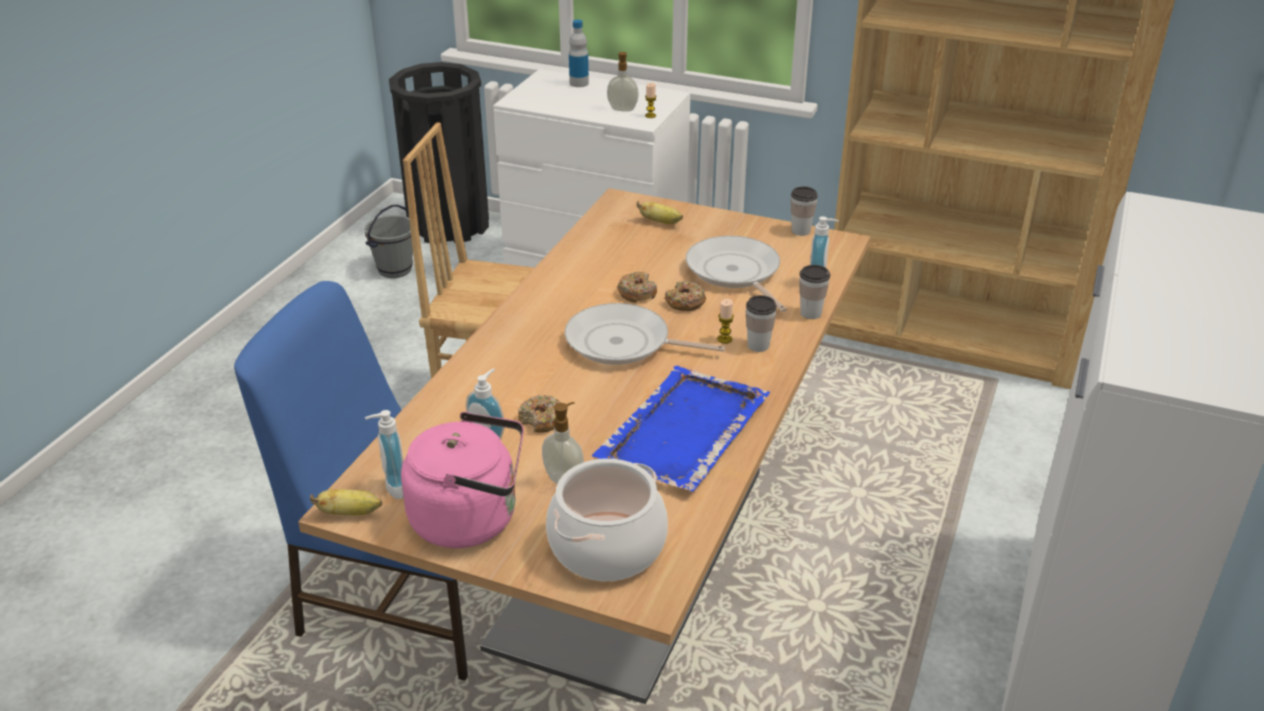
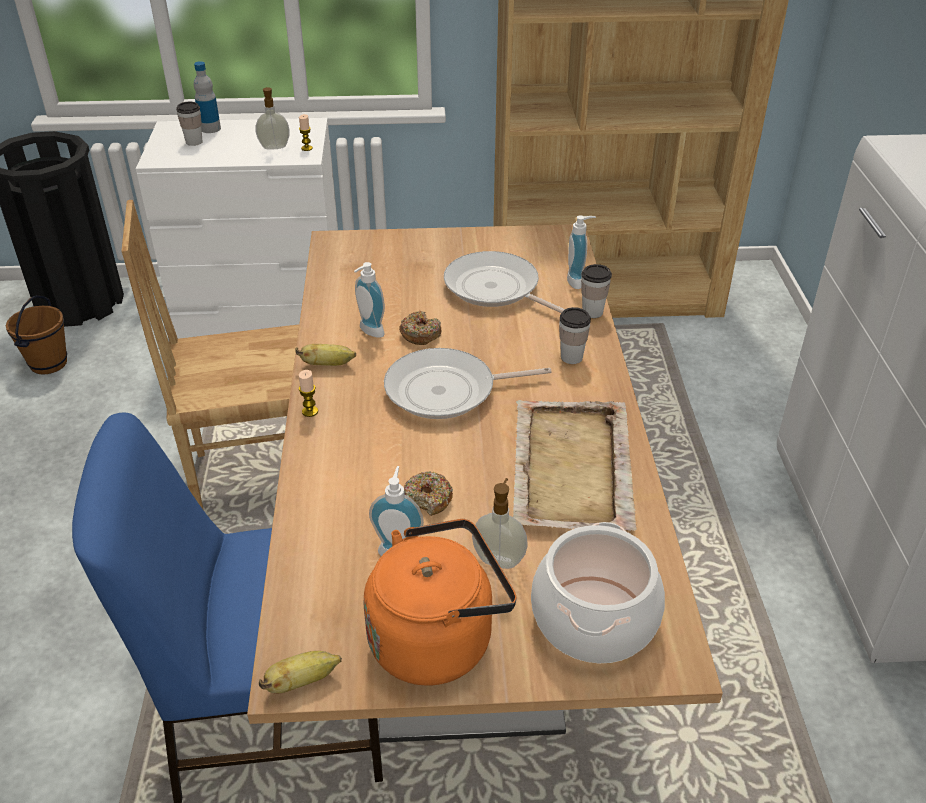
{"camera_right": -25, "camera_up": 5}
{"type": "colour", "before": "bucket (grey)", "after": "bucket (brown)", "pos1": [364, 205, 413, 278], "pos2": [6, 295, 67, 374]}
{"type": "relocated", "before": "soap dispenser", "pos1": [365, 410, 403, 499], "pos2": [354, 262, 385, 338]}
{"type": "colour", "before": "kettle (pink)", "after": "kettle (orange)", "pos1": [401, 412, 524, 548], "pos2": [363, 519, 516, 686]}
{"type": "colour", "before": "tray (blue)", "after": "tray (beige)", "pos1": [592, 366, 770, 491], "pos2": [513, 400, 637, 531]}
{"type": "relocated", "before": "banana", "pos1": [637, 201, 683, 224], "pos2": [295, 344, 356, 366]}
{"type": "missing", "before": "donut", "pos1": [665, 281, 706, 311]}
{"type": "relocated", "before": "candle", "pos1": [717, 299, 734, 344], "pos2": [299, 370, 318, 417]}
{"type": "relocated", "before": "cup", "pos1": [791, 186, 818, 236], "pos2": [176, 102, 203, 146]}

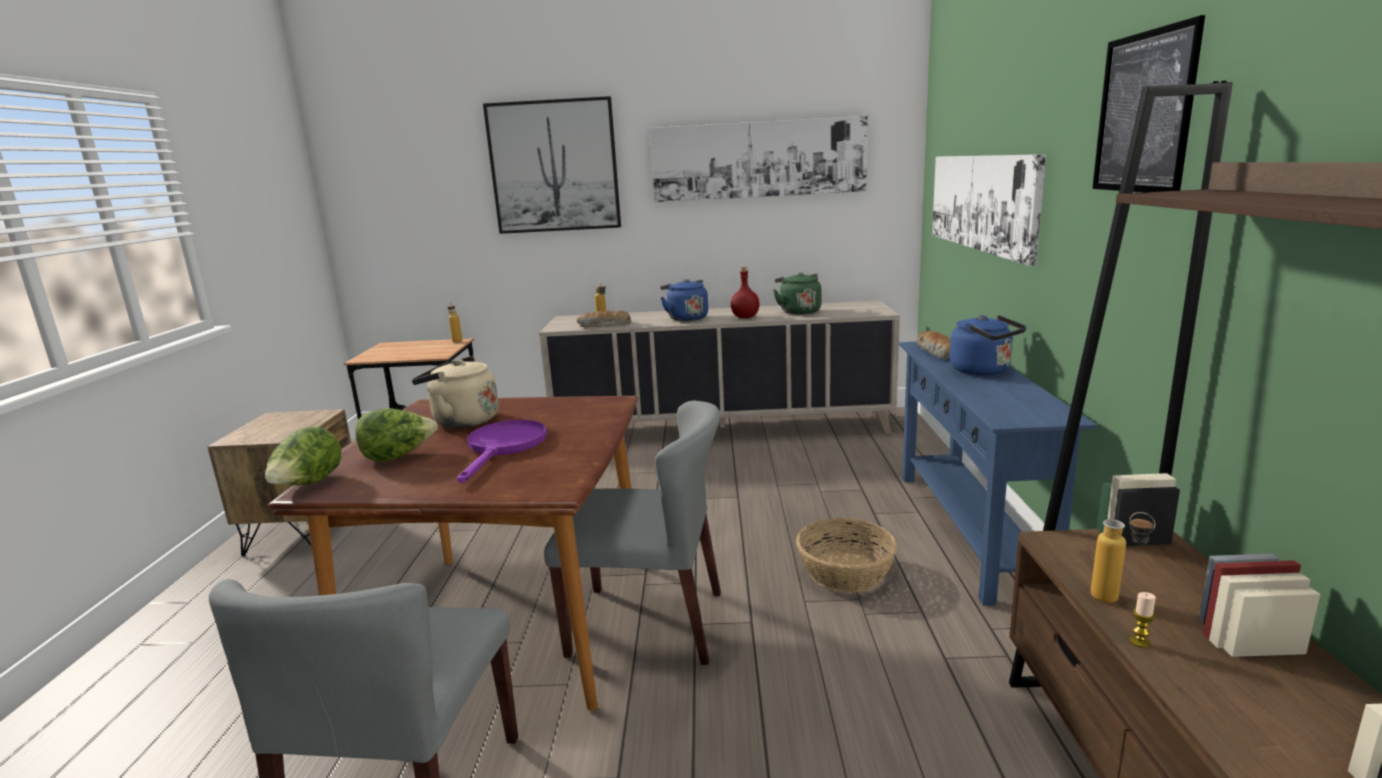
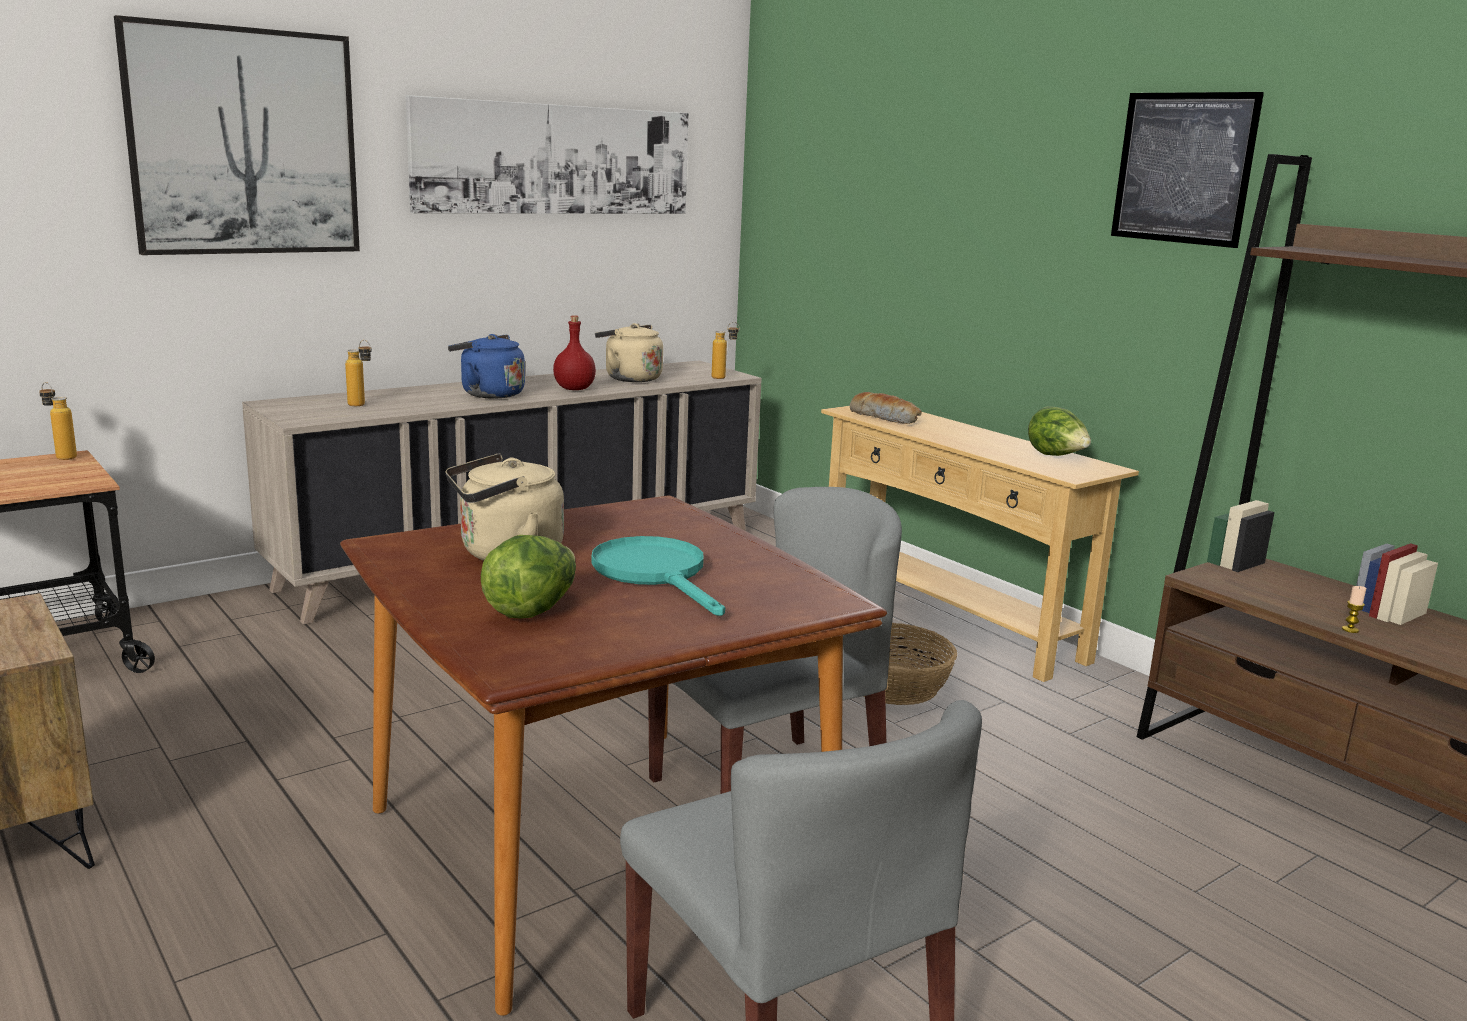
{"camera_right": -40, "camera_up": 0}
{"type": "relocated", "before": "lettuce", "pos1": [265, 426, 341, 485], "pos2": [1028, 406, 1091, 456]}
{"type": "colour", "before": "frying pan (purple)", "after": "frying pan (turquoise)", "pos1": [457, 420, 547, 483], "pos2": [591, 536, 725, 616]}
{"type": "missing", "before": "bread", "pos1": [576, 310, 631, 327]}
{"type": "colour", "before": "kettle (green)", "after": "kettle (beige)", "pos1": [773, 272, 821, 315], "pos2": [595, 323, 663, 382]}
{"type": "colour", "before": "console table (blue)", "after": "console table (beige)", "pos1": [899, 342, 1097, 606], "pos2": [821, 406, 1139, 682]}
{"type": "missing", "before": "picture", "pos1": [932, 154, 1046, 266]}
{"type": "missing", "before": "kettle (blue)", "pos1": [950, 315, 1026, 375]}
{"type": "relocated", "before": "bottle", "pos1": [1091, 512, 1155, 603], "pos2": [712, 322, 739, 379]}

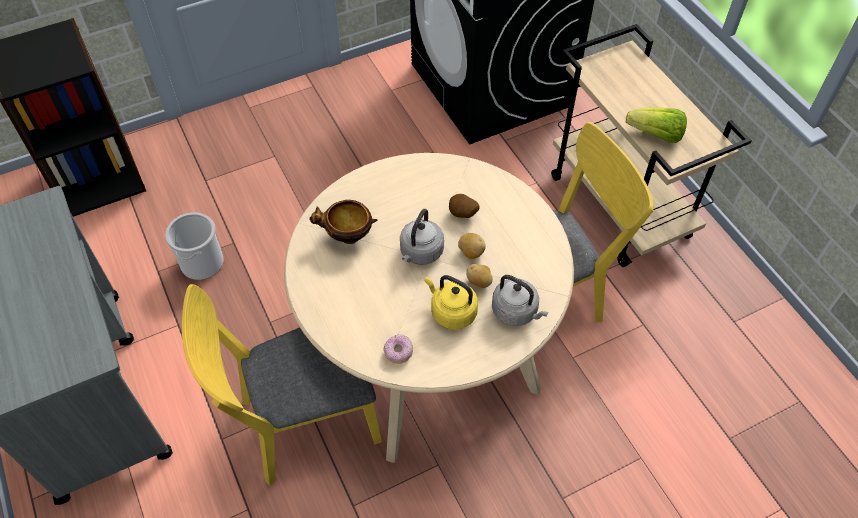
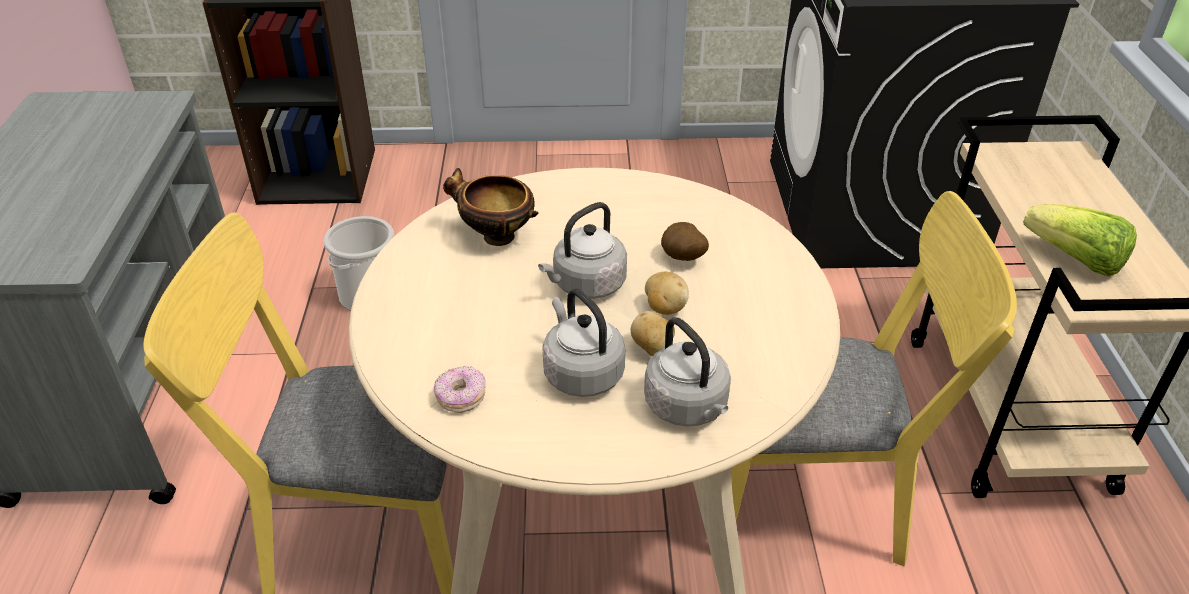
{"camera_right": 25, "camera_up": -15}
{"type": "colour", "before": "kettle (yellow)", "after": "kettle (grey)", "pos1": [425, 275, 478, 330], "pos2": [542, 289, 625, 397]}

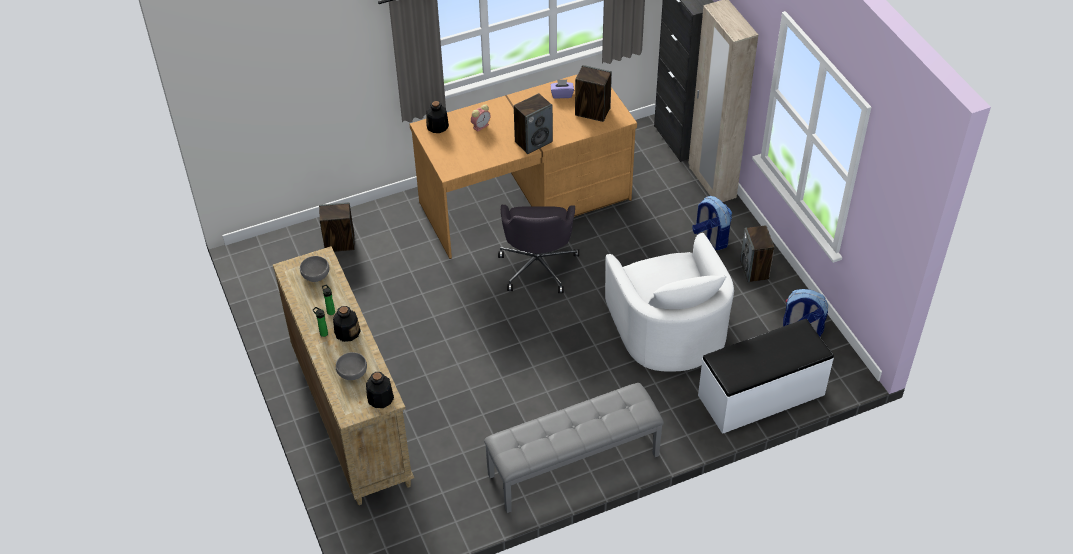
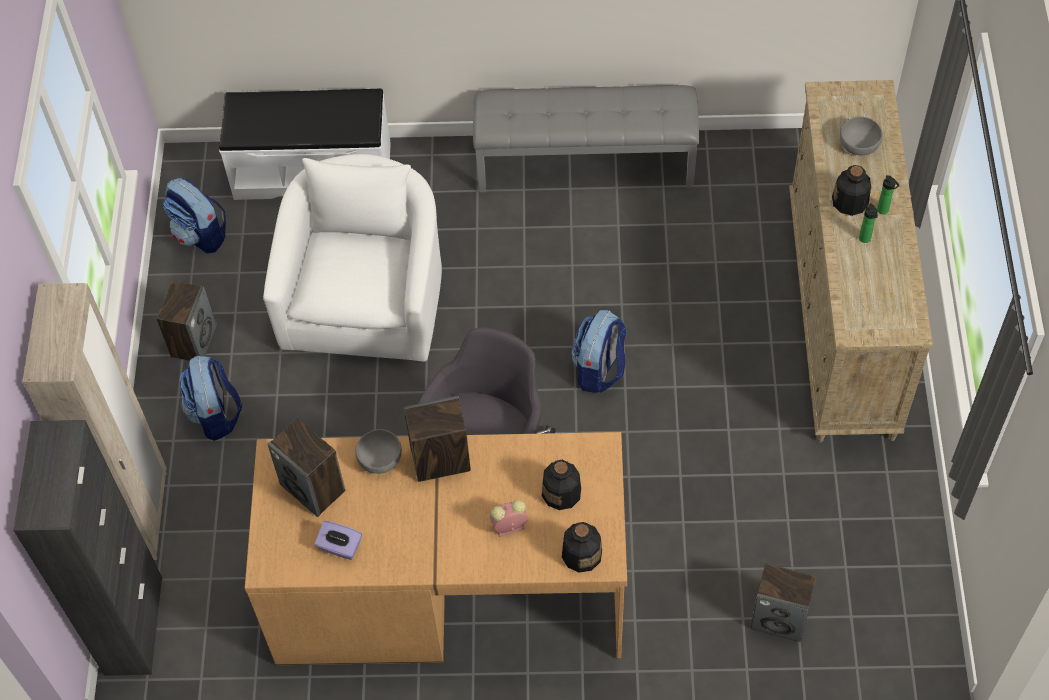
{"camera_right": -155, "camera_up": 10}
{"type": "relocated", "before": "bowl (grey)", "pos1": [300, 256, 329, 282], "pos2": [355, 429, 402, 474]}
{"type": "relocated", "before": "bottle", "pos1": [366, 372, 394, 408], "pos2": [542, 460, 581, 510]}
{"type": "appeared", "after": "backpack", "pos2": [571, 310, 627, 393]}

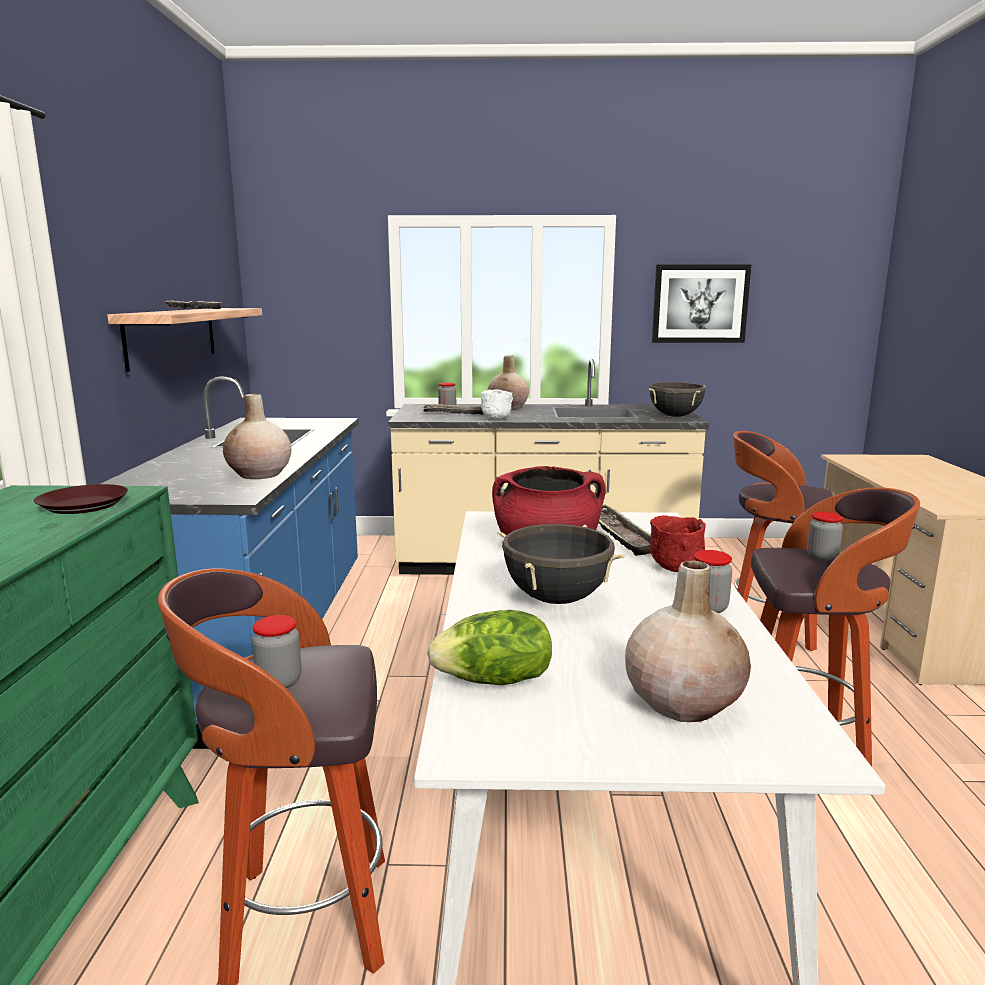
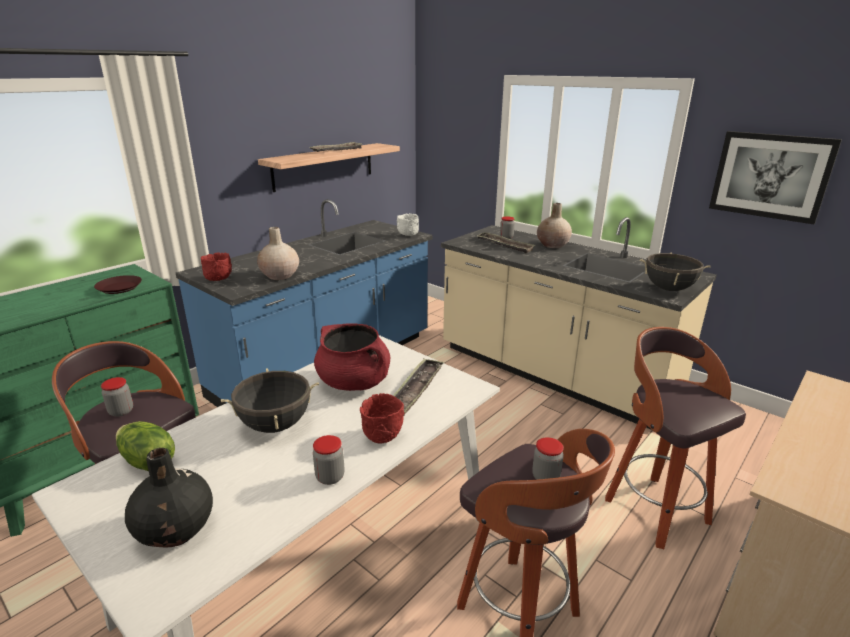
{"camera_right": 40, "camera_up": 10}
{"type": "relocated", "before": "bowl (white)", "pos1": [481, 389, 513, 419], "pos2": [397, 213, 419, 236]}
{"type": "colour", "before": "vase (beige)", "after": "vase (black)", "pos1": [625, 560, 751, 722], "pos2": [125, 448, 213, 547]}
{"type": "appeared", "after": "bowl (red)", "pos2": [201, 252, 232, 281]}

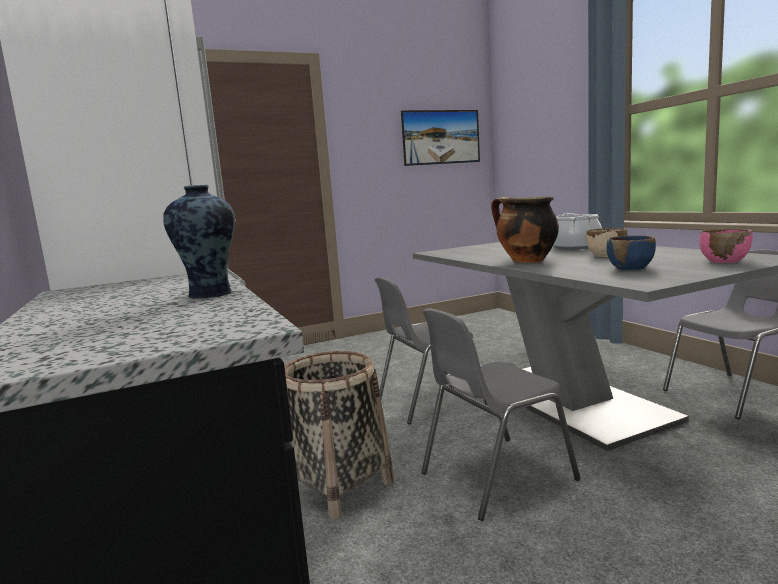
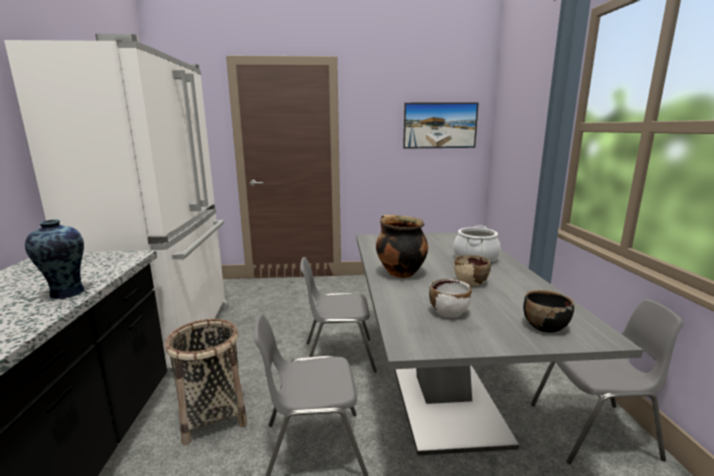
{"camera_right": 20, "camera_up": 5}
{"type": "colour", "before": "bowl (blue)", "after": "bowl (white)", "pos1": [607, 236, 656, 270], "pos2": [429, 279, 472, 318]}
{"type": "colour", "before": "bowl (pink)", "after": "bowl (black)", "pos1": [699, 229, 753, 263], "pos2": [523, 290, 574, 333]}

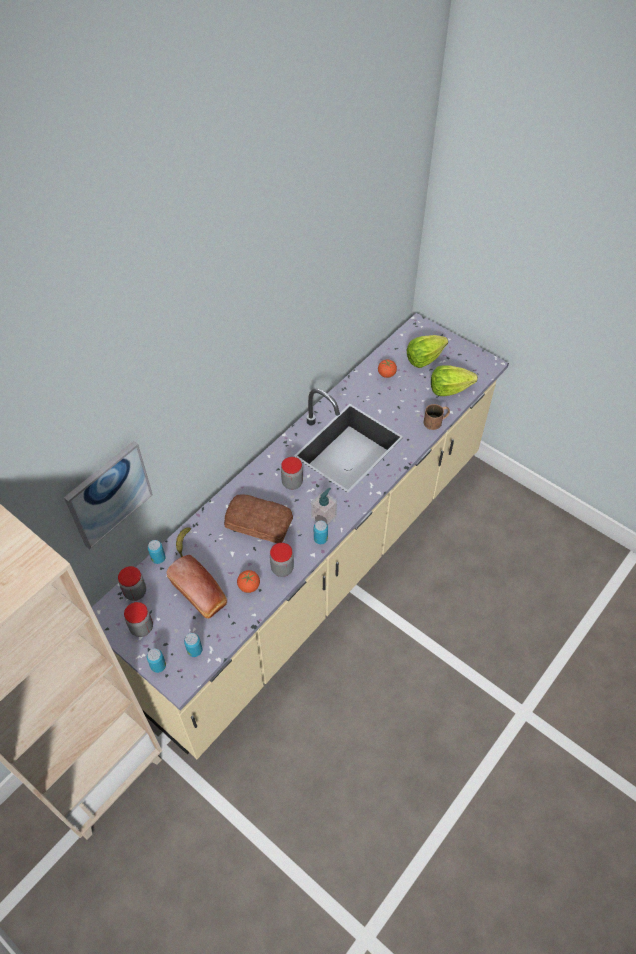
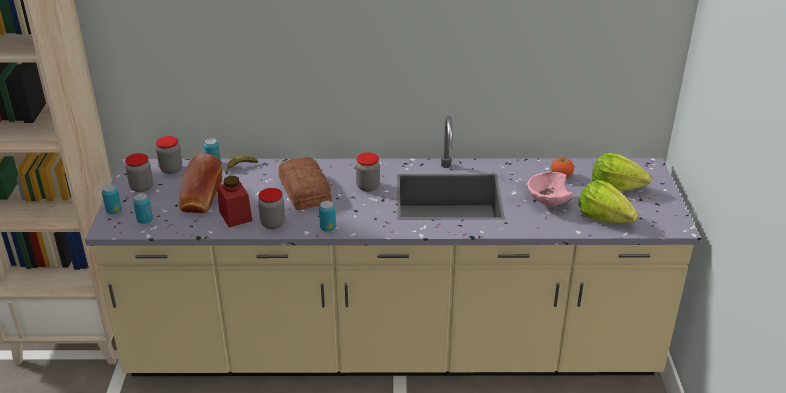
{"camera_right": 50, "camera_up": -20}
{"type": "missing", "before": "picture", "pos1": [64, 441, 153, 550]}
{"type": "exchanged", "before": "tomato", "after": "jar (red)", "pos1": [237, 570, 260, 593], "pos2": [217, 176, 252, 228]}
{"type": "missing", "before": "soap dispenser", "pos1": [311, 488, 337, 525]}
{"type": "missing", "before": "mug (brown)", "pos1": [423, 404, 450, 430]}
{"type": "appeared", "after": "bowl (pink)", "pos2": [527, 172, 573, 206]}

